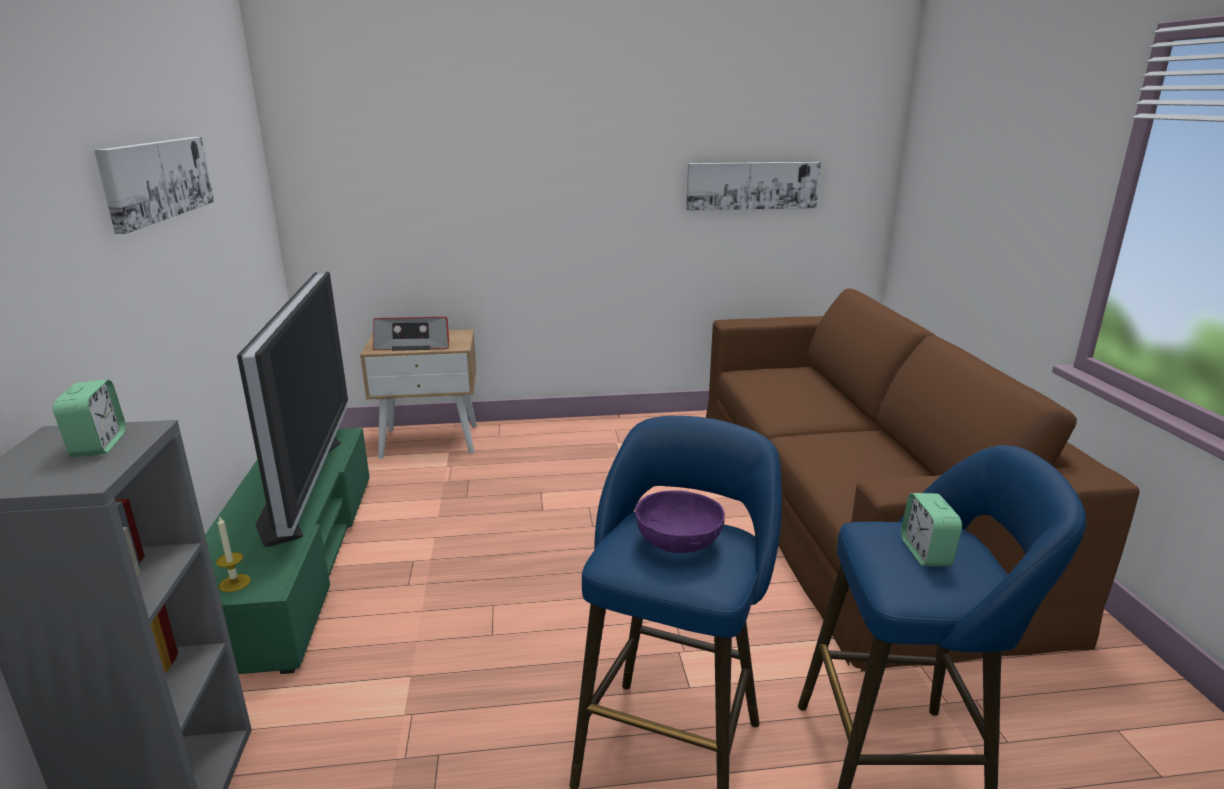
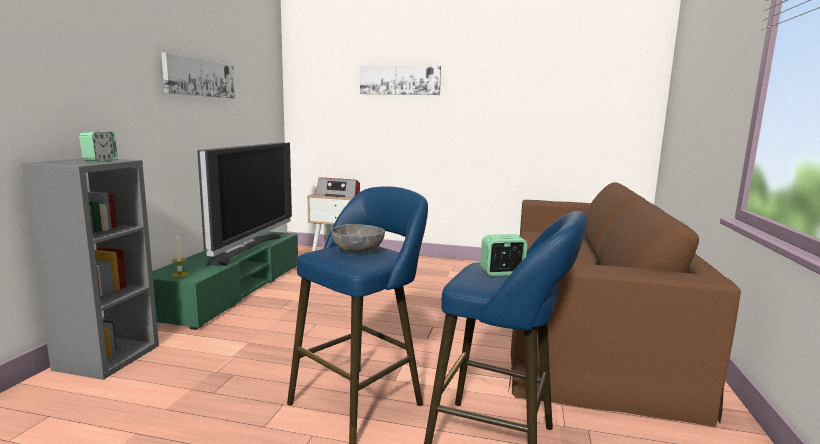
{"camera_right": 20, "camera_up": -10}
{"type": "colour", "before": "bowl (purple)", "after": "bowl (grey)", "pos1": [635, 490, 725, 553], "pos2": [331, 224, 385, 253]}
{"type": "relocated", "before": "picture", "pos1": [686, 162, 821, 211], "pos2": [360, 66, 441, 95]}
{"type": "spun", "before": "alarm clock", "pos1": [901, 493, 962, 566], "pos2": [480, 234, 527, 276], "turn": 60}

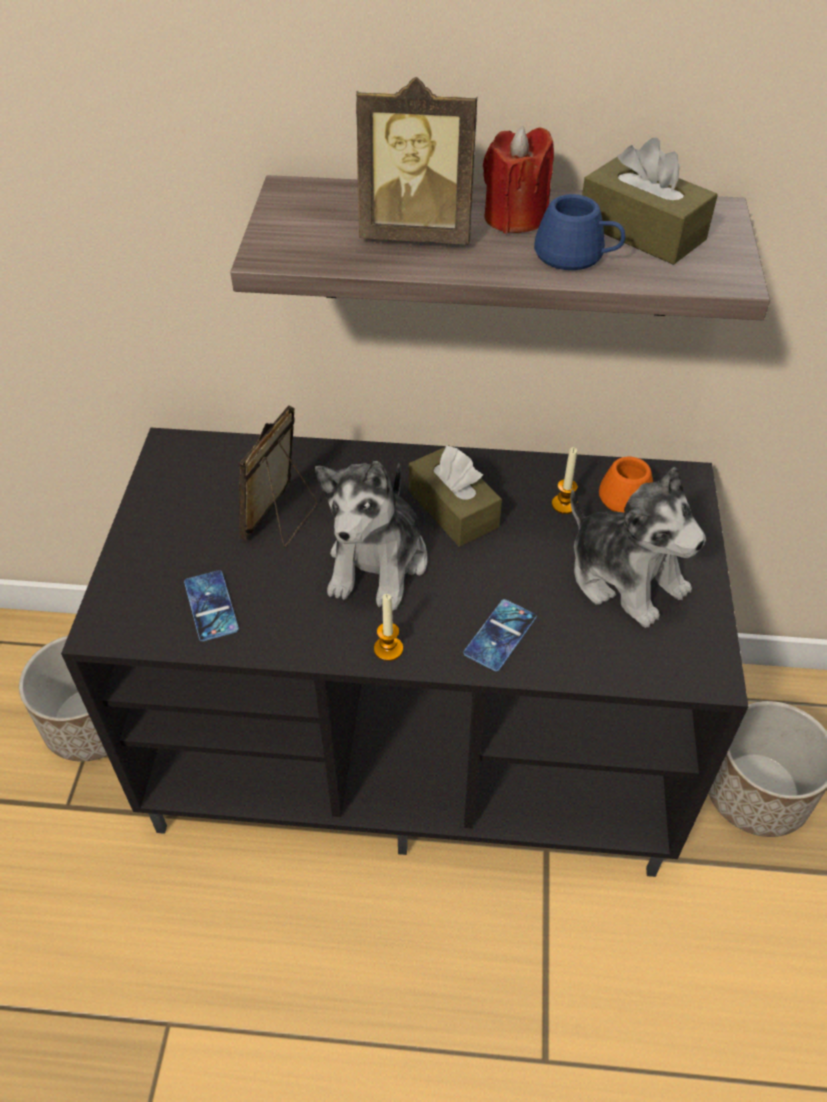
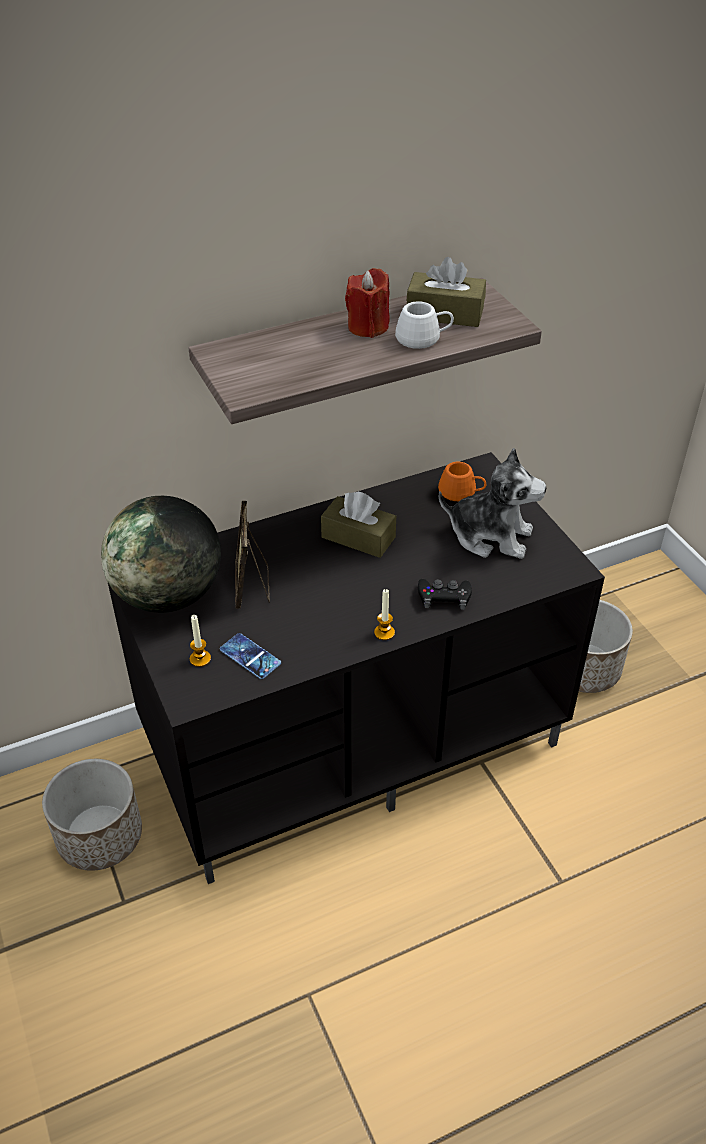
{"camera_right": -30, "camera_up": -5}
{"type": "missing", "before": "plush toy", "pos1": [315, 461, 427, 610]}
{"type": "missing", "before": "picture frame", "pos1": [356, 77, 477, 244]}
{"type": "exchanged", "before": "phone", "after": "game controller (black)", "pos1": [464, 599, 537, 671], "pos2": [418, 579, 472, 610]}
{"type": "colour", "before": "mug (blue)", "after": "mug (white)", "pos1": [534, 194, 625, 270], "pos2": [395, 301, 454, 349]}
{"type": "relocated", "before": "candle", "pos1": [552, 447, 578, 514], "pos2": [190, 615, 211, 667]}
{"type": "appeared", "after": "globe", "pos2": [101, 496, 221, 613]}

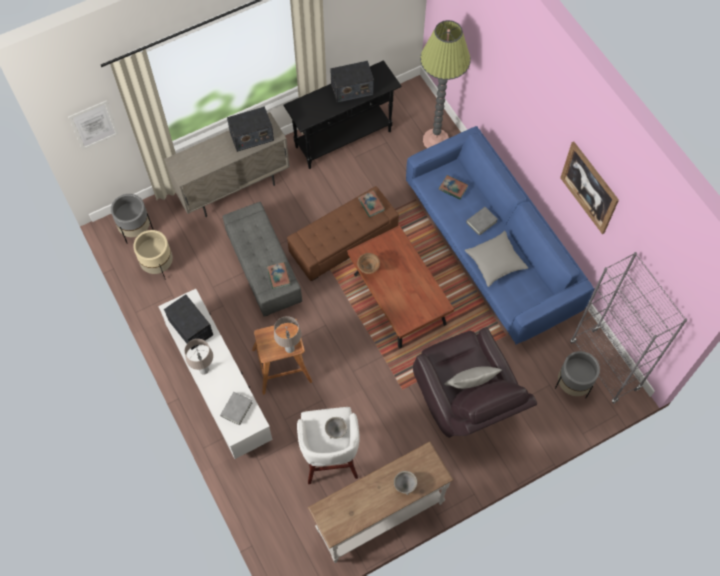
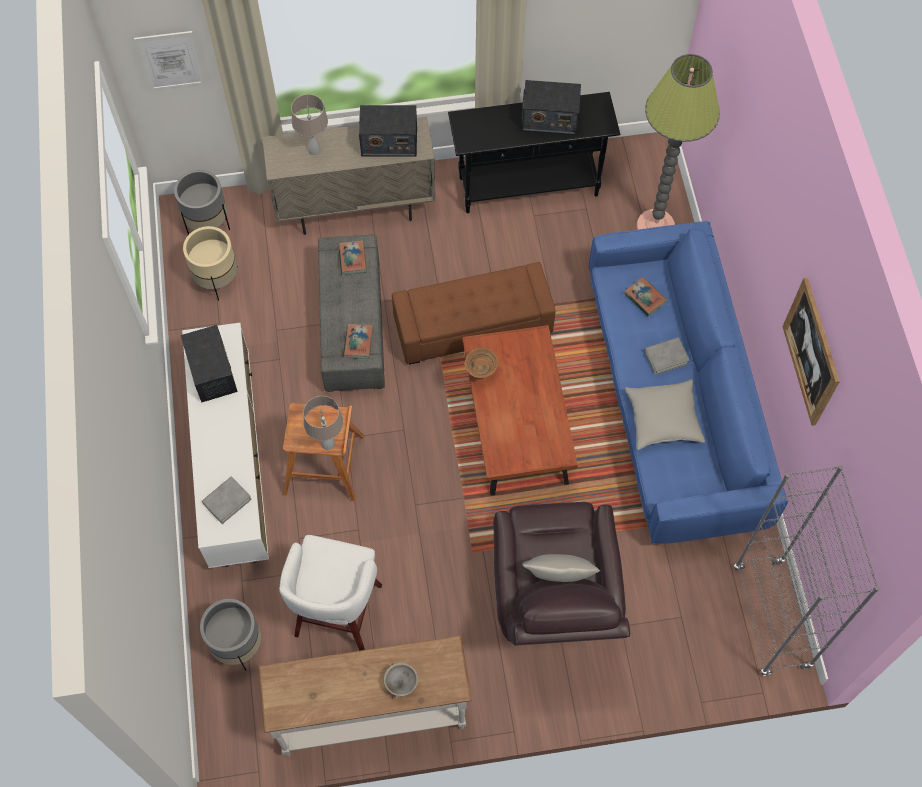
{"camera_right": 20, "camera_up": 0}
{"type": "relocated", "before": "table lamp (beige)", "pos1": [184, 339, 213, 375], "pos2": [291, 94, 328, 155]}
{"type": "missing", "before": "bowl (grey)", "pos1": [325, 417, 347, 439]}
{"type": "relocated", "before": "book", "pos1": [358, 190, 385, 217], "pos2": [338, 240, 367, 275]}
{"type": "relocated", "before": "planter (grey)", "pos1": [555, 351, 600, 398], "pos2": [200, 599, 261, 671]}

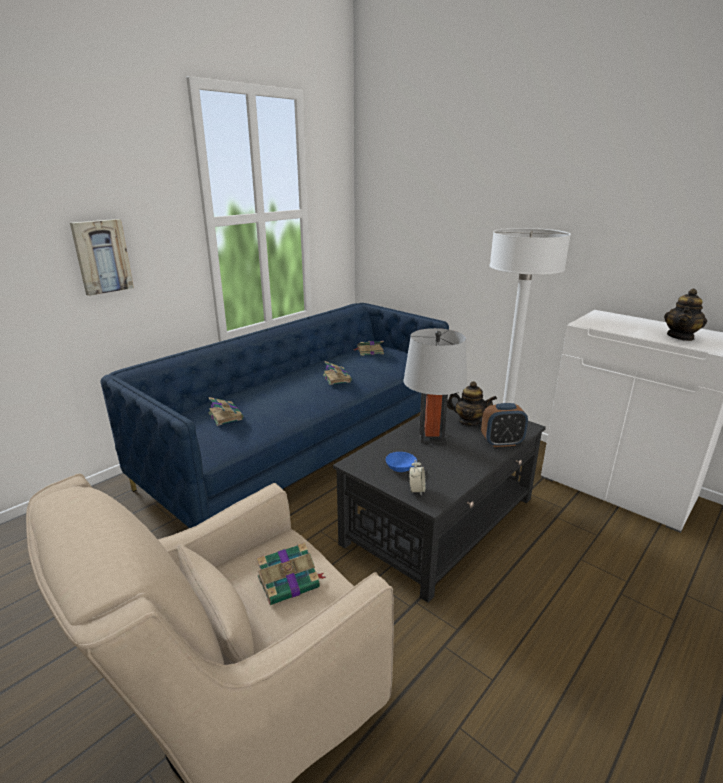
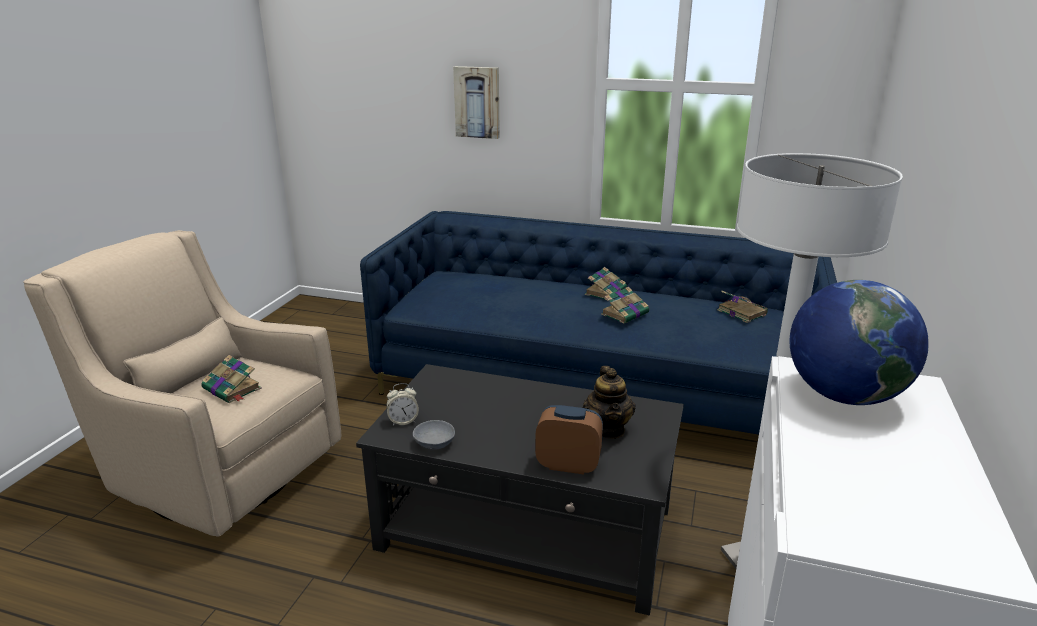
{"camera_right": 65, "camera_up": 0}
{"type": "relocated", "before": "book", "pos1": [208, 397, 243, 426], "pos2": [585, 267, 627, 300]}
{"type": "missing", "before": "bowl (blue)", "pos1": [386, 452, 417, 472]}
{"type": "missing", "before": "table lamp (grey)", "pos1": [403, 328, 467, 443]}
{"type": "spun", "before": "alarm clock", "pos1": [481, 403, 528, 447], "pos2": [535, 405, 603, 475], "turn": 135}
{"type": "missing", "before": "teapot", "pos1": [664, 288, 707, 341]}
{"type": "appeared", "after": "bowl (grey)", "pos2": [413, 420, 455, 449]}
{"type": "appeared", "after": "globe", "pos2": [790, 280, 929, 405]}

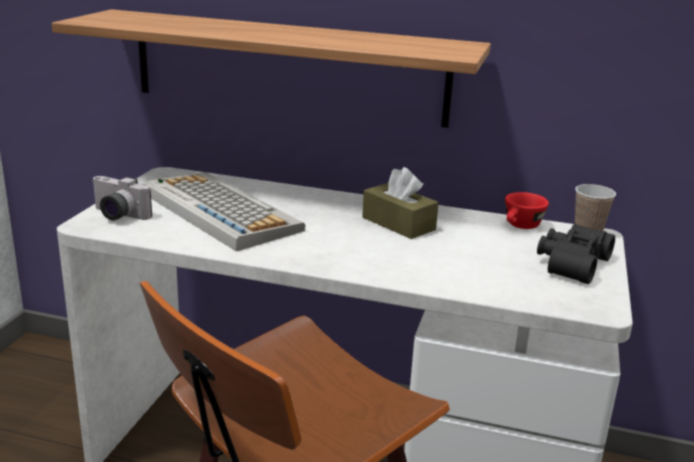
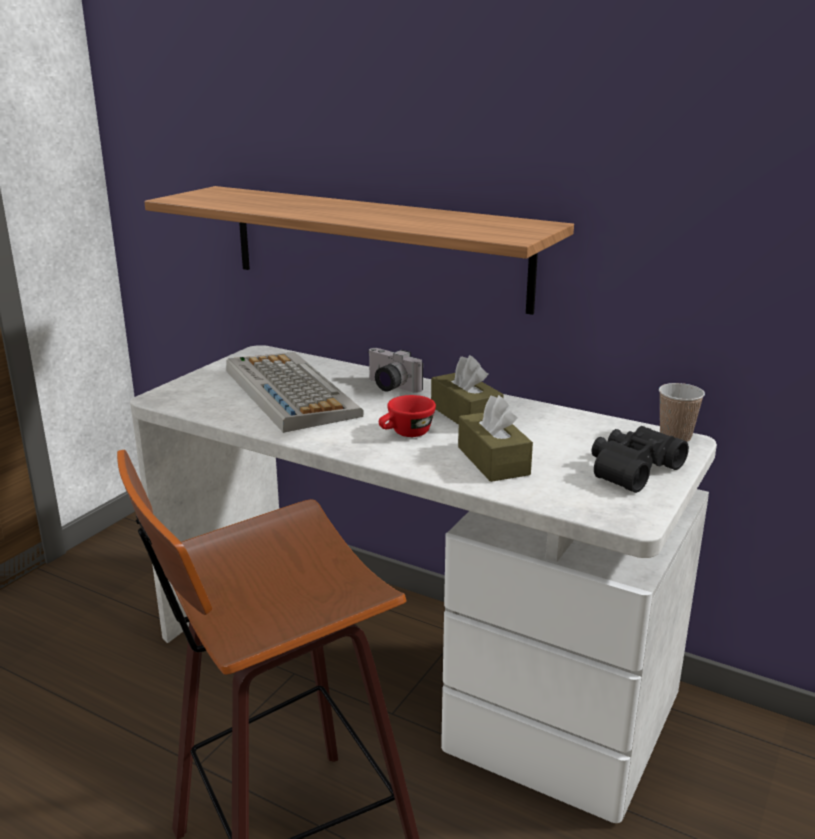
{"camera_right": 15, "camera_up": 0}
{"type": "relocated", "before": "photo camera", "pos1": [93, 176, 152, 221], "pos2": [368, 348, 423, 393]}
{"type": "relocated", "before": "cup (red)", "pos1": [505, 192, 549, 229], "pos2": [379, 395, 436, 437]}
{"type": "appeared", "after": "tissue box (brown)", "pos2": [458, 395, 533, 482]}

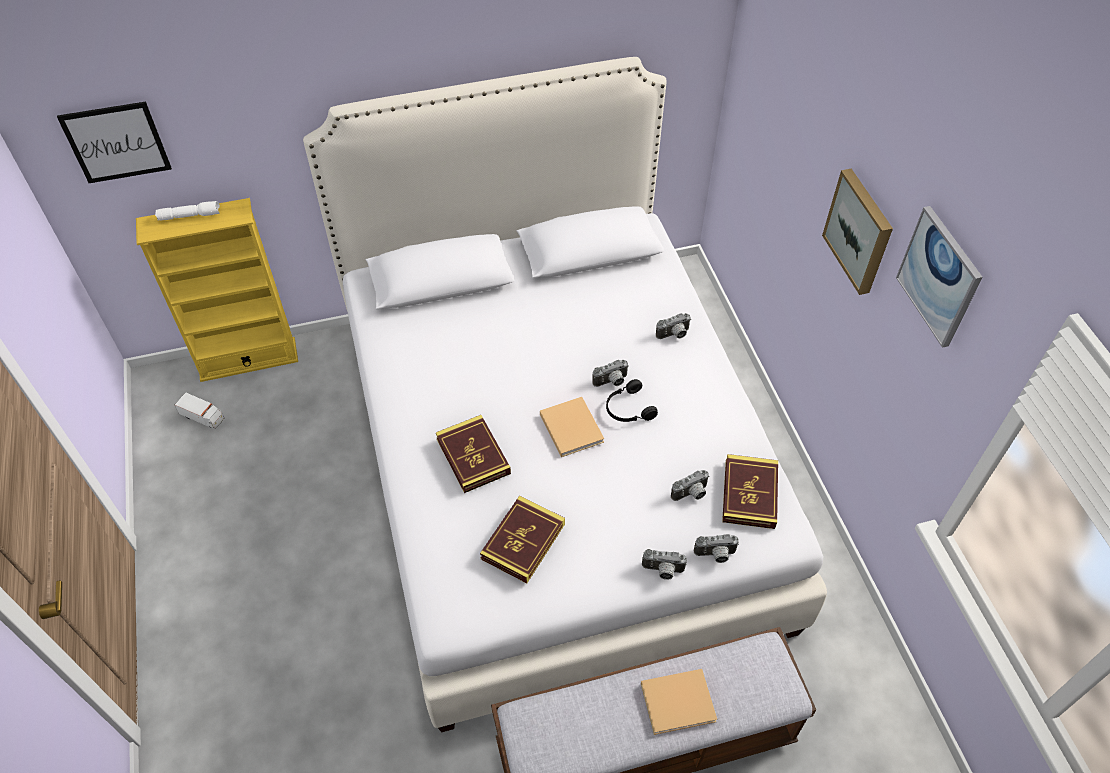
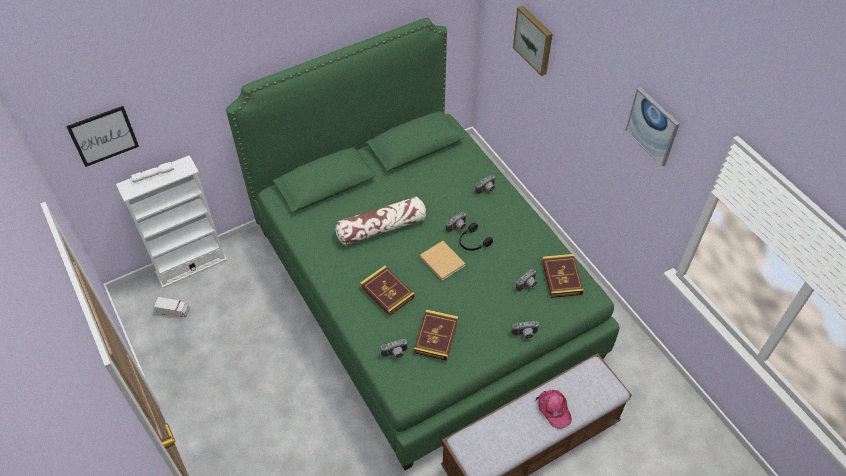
{"camera_right": -15, "camera_up": 0}
{"type": "colour", "before": "bookcase (yellow)", "after": "bookcase (white)", "pos1": [136, 198, 298, 382], "pos2": [116, 155, 227, 288]}
{"type": "colour", "before": "bed (white)", "after": "bed (green)", "pos1": [303, 57, 827, 732], "pos2": [226, 18, 619, 471]}
{"type": "exchanged", "before": "book (beige)", "after": "cap (pink)", "pos1": [641, 669, 717, 735], "pos2": [536, 390, 572, 429]}
{"type": "relocated", "before": "photo camera", "pos1": [694, 534, 739, 563], "pos2": [381, 339, 408, 358]}
{"type": "relocated", "before": "picture", "pos1": [822, 169, 893, 295], "pos2": [513, 5, 552, 76]}
{"type": "appeared", "after": "pillow", "pos2": [335, 196, 426, 245]}

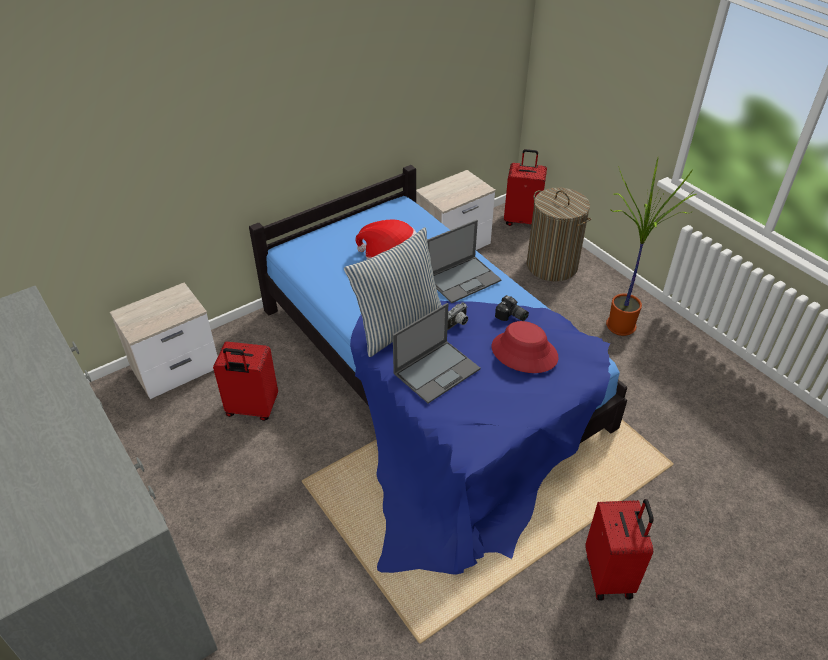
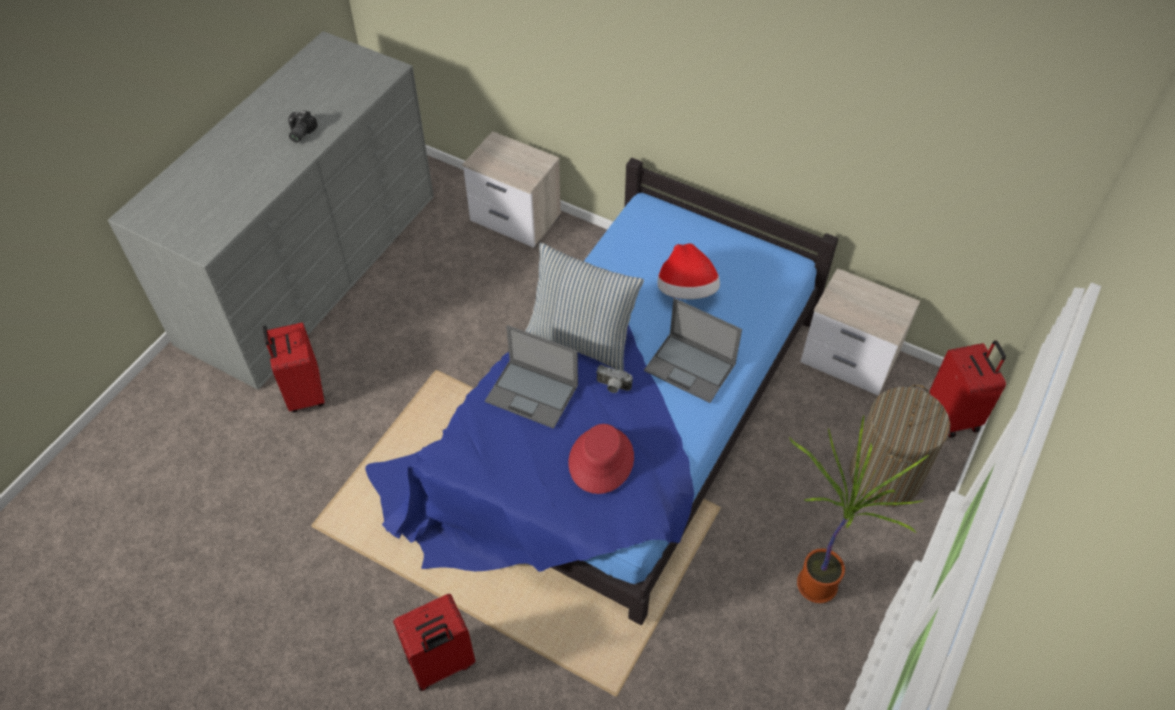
{"camera_right": 65, "camera_up": 10}
{"type": "relocated", "before": "suitcase (red)", "pos1": [213, 342, 278, 421], "pos2": [263, 322, 325, 413]}
{"type": "relocated", "before": "photo camera", "pos1": [495, 295, 529, 321], "pos2": [288, 110, 318, 143]}

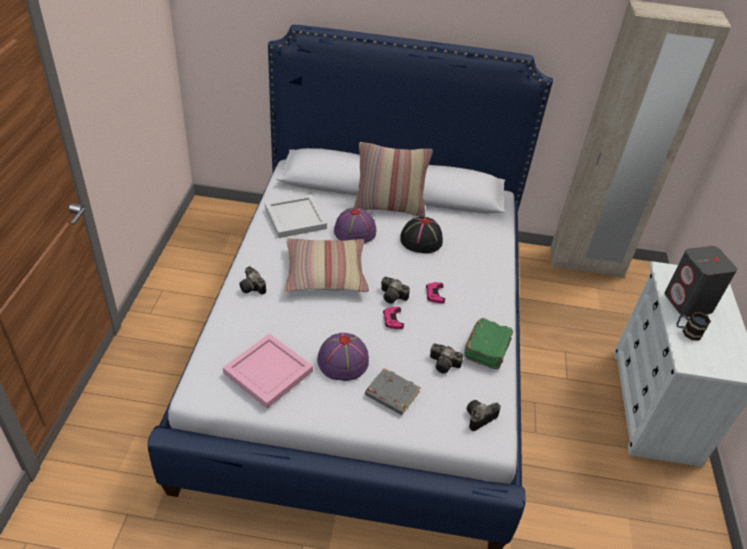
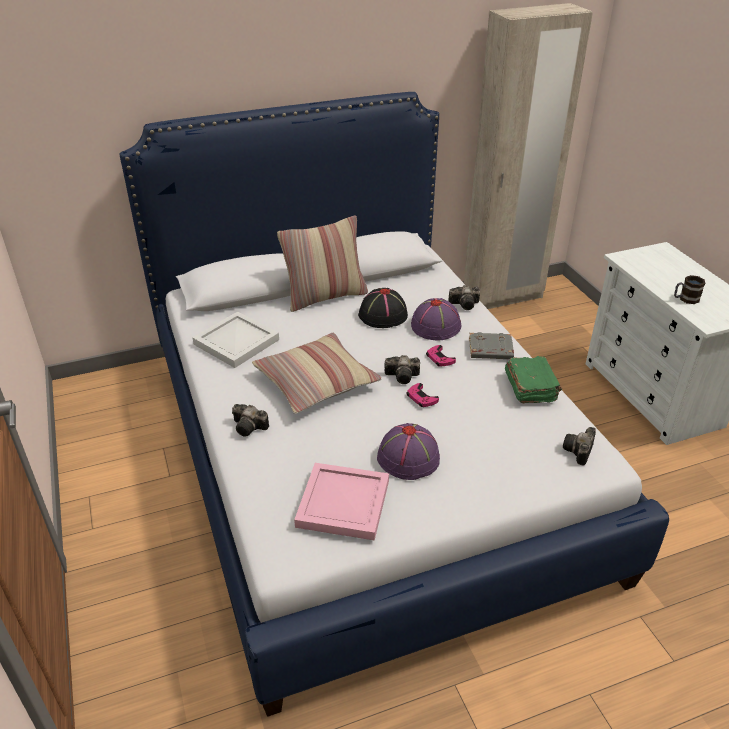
{"camera_right": -25, "camera_up": -5}
{"type": "relocated", "before": "hat (purple)", "pos1": [334, 207, 376, 243], "pos2": [411, 298, 462, 341]}
{"type": "relocated", "before": "book (grey)", "pos1": [365, 368, 421, 415], "pos2": [469, 332, 514, 359]}
{"type": "relocated", "before": "photo camera", "pos1": [430, 344, 463, 373], "pos2": [448, 285, 480, 310]}
{"type": "missing", "before": "speaker (grey)", "pos1": [665, 246, 737, 317]}

